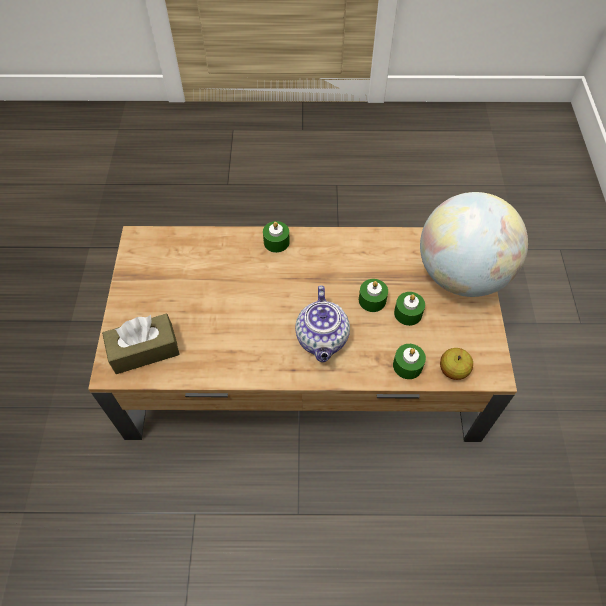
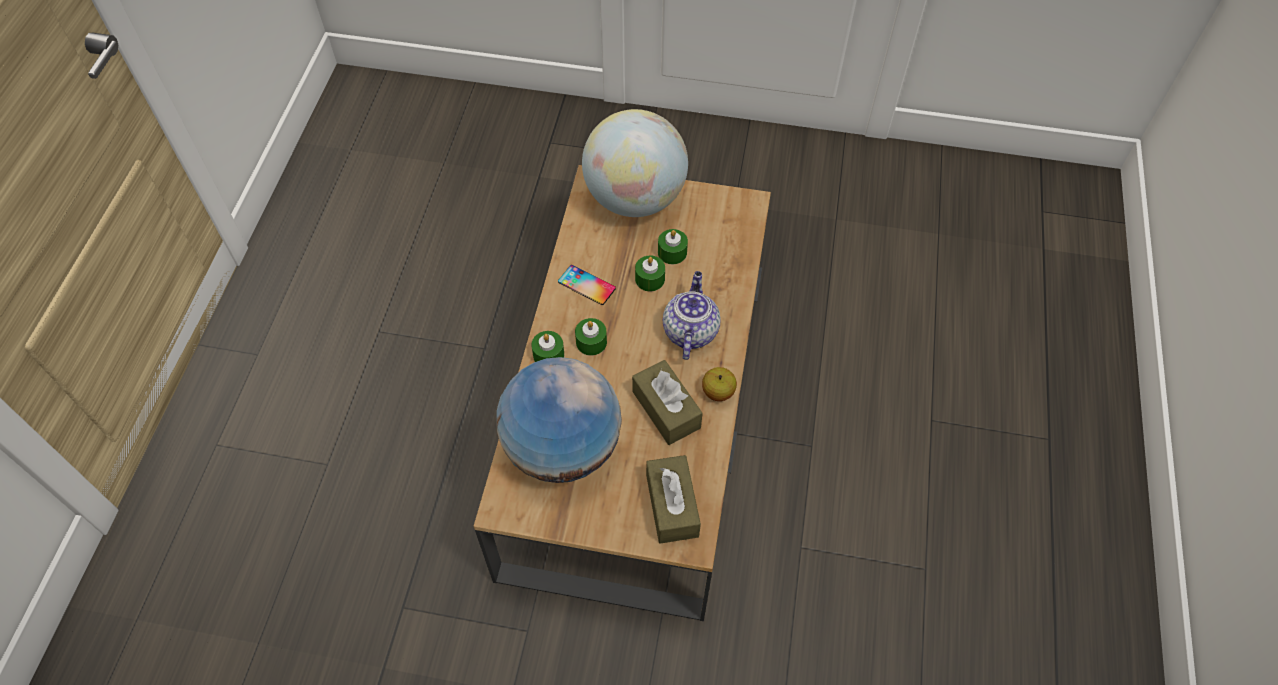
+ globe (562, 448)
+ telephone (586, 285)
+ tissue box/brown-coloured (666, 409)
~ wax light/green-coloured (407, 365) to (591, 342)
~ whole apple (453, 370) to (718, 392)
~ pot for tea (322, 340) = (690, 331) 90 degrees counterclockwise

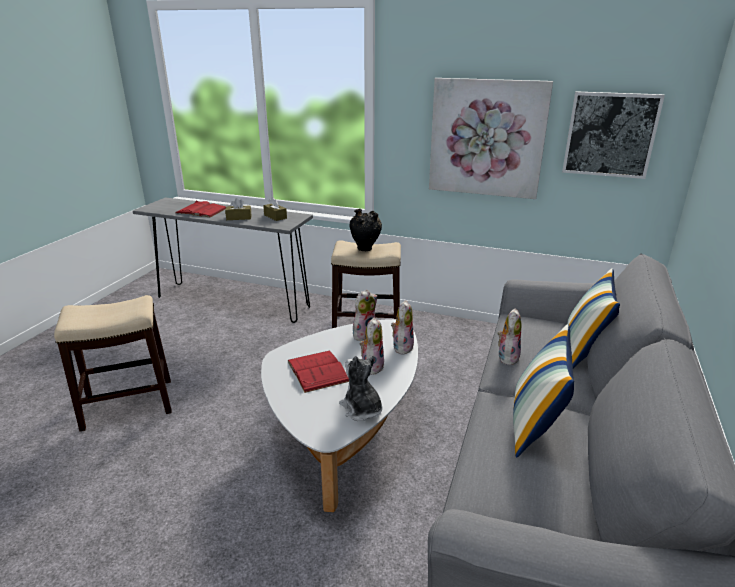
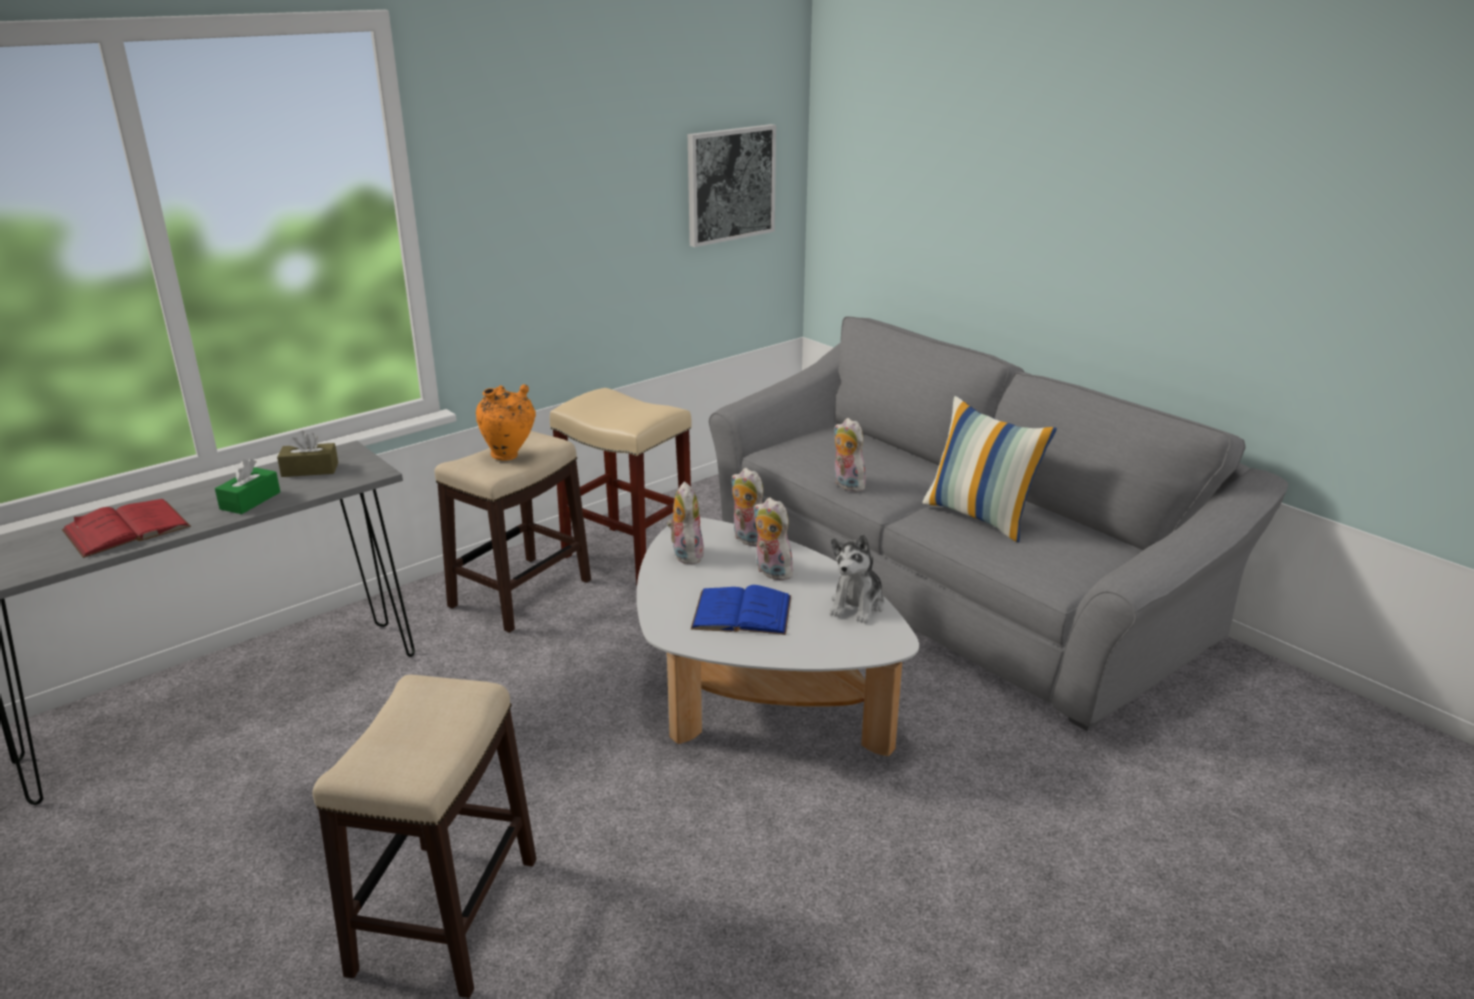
- wall picture (486, 138)
- pillow (584, 351)
+ stool/beige-coloured (629, 556)
~ tissue box/brown-coloured (239, 217) to tissue box/green-coloured (250, 500)
~ book/reddish (317, 371) to book/blue (742, 612)
~ vase/black-coloured (365, 249) to vase/orange-coloured (509, 456)
~ cuddly toy (362, 409) = (857, 605) 60 degrees counterclockwise

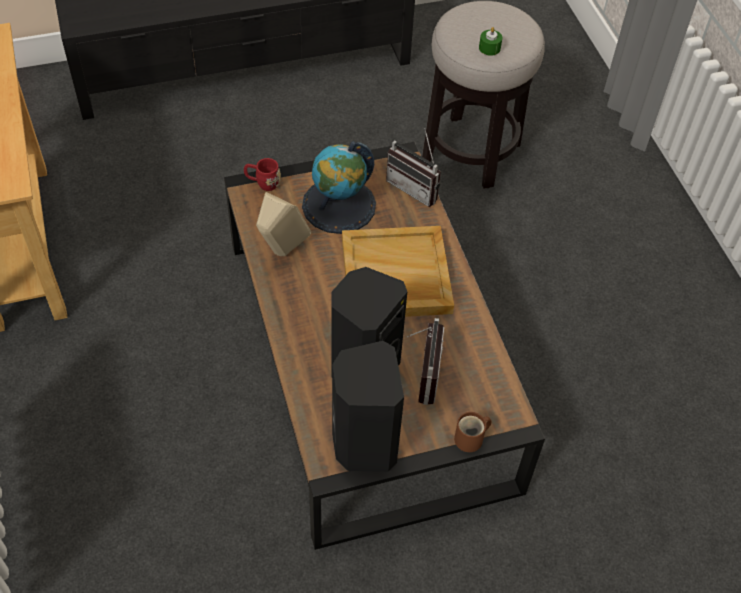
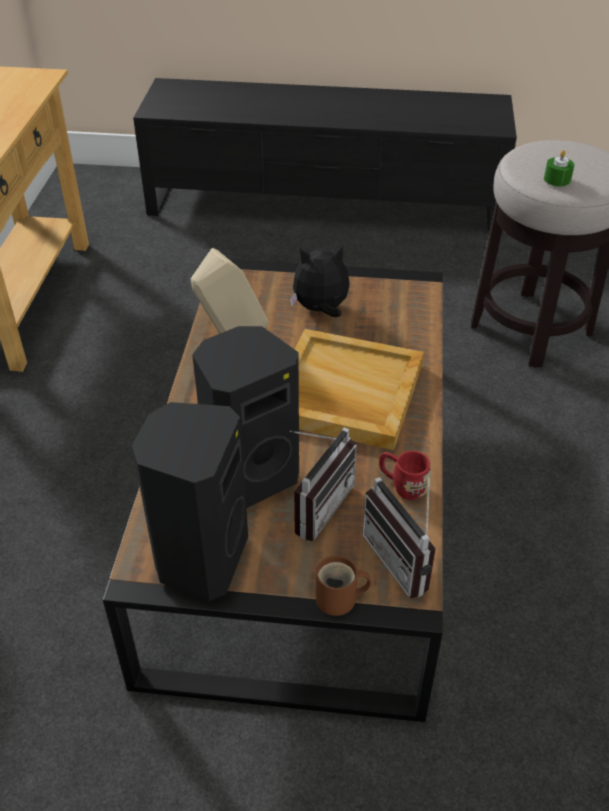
~ mug/reddish (263, 183) to (402, 486)
~ radio receiver (416, 187) to (405, 559)
~ globe (339, 205) to cuddly toy (321, 310)

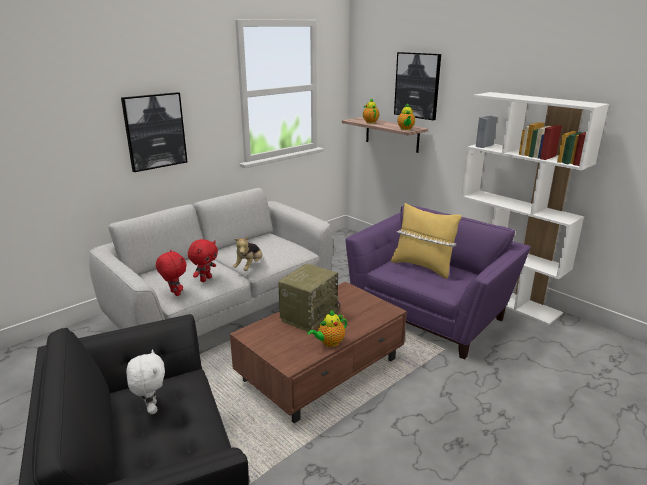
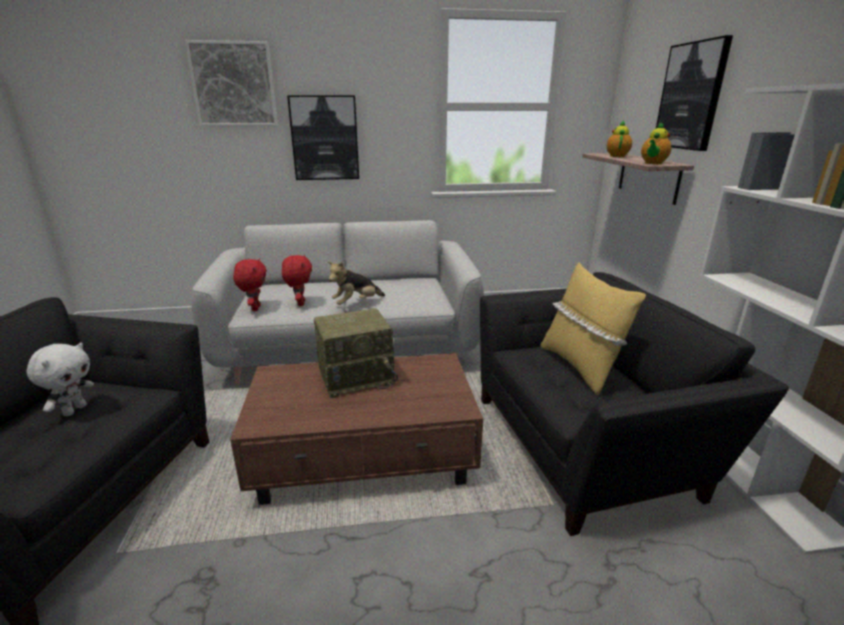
- pot for tea (329, 343)
+ wall picture (234, 85)
~ armchair/purplish (430, 313) to armchair/black-coloured (586, 443)
~ cuddly toy/reddish (205, 279) = (300, 303) 75 degrees counterclockwise

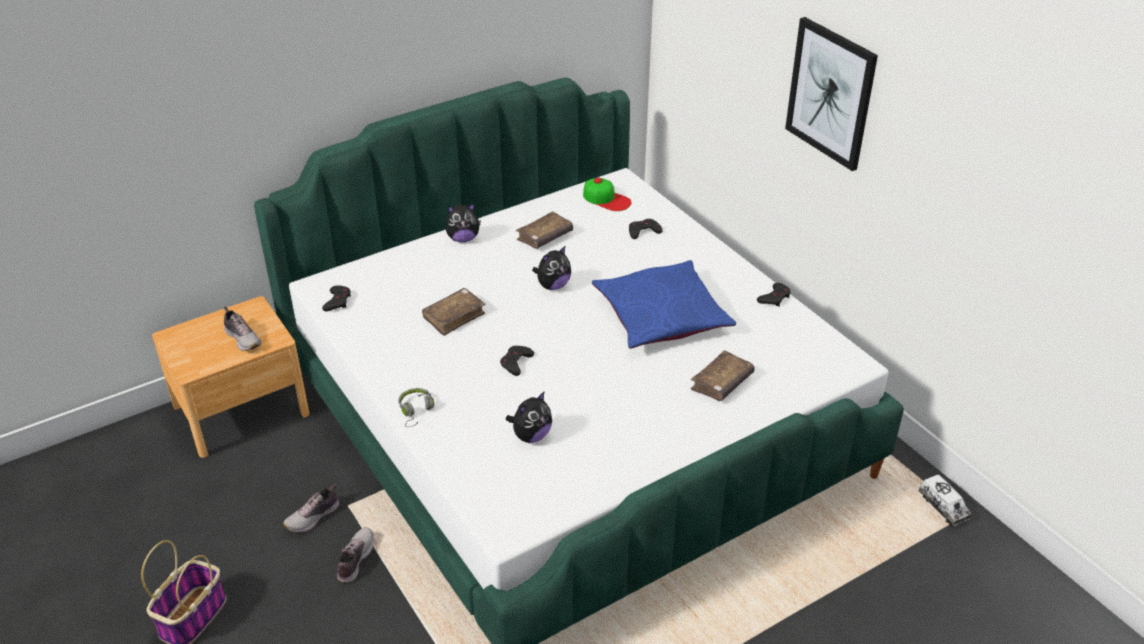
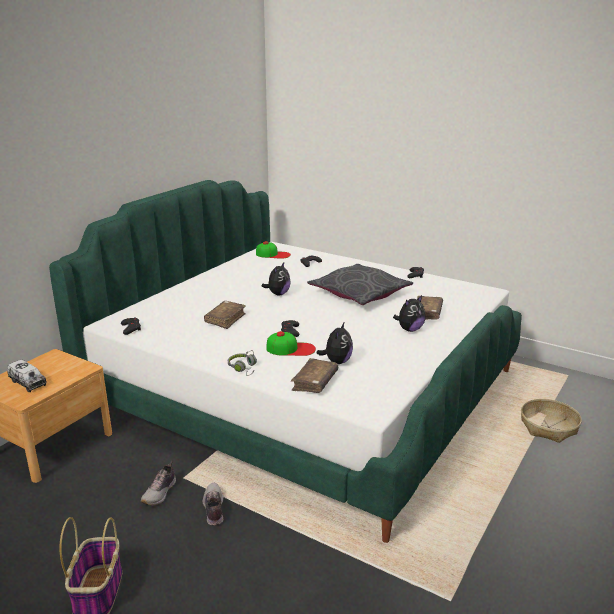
- shoe (243, 338)
- wall picture (831, 93)
+ peaked cap (291, 349)
+ basket (548, 427)
~ cuddly toy (463, 239) to (409, 329)
~ book/brown-coloured (545, 237) to (315, 382)
~ model truck (943, 507) to (27, 382)
~ pillow/blue (661, 316) to pillow/greyish (359, 293)

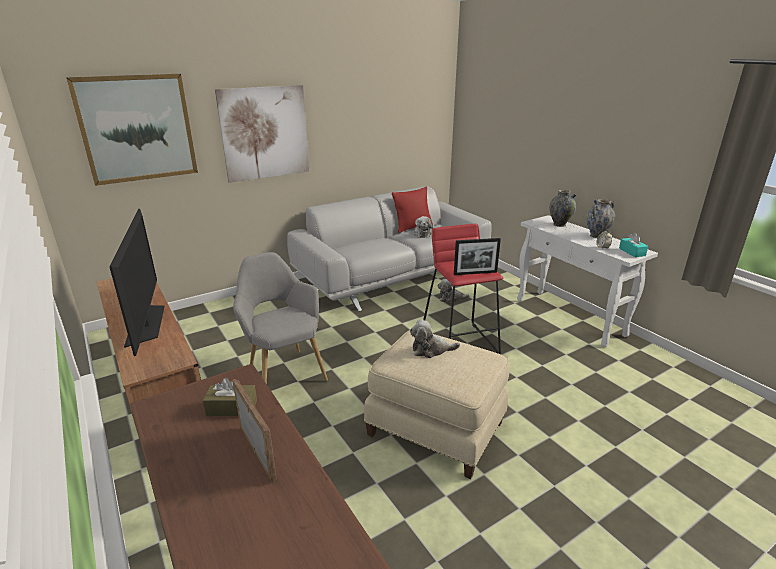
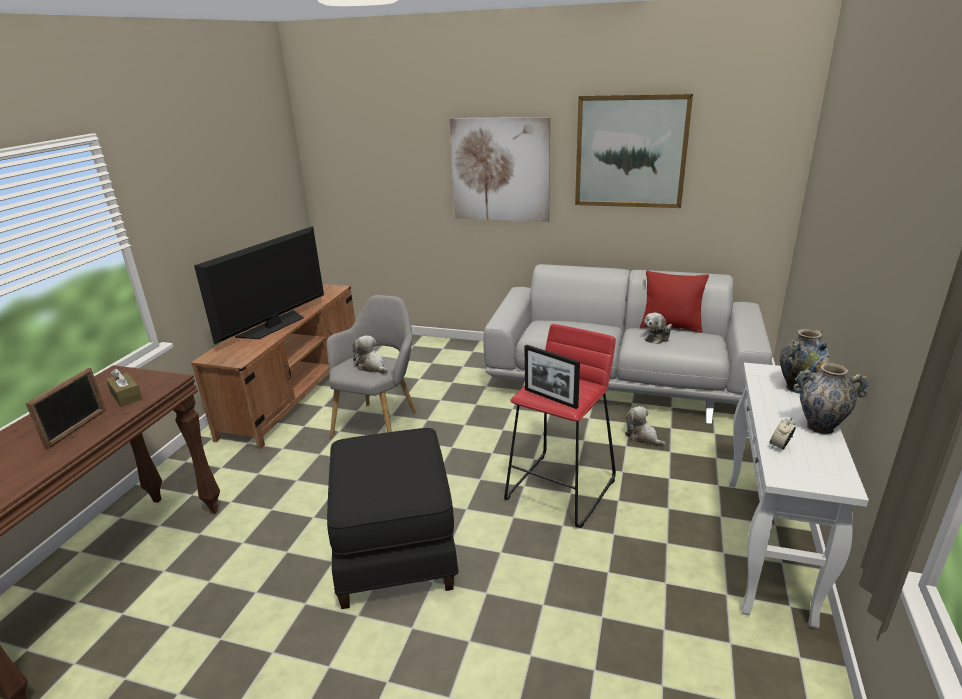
- tissue box/turquoise (632, 252)
~ wall picture (137, 128) to (630, 152)
~ cuddly toy (431, 350) to (372, 366)
~ pouffe/beige-coloured (436, 427) to pouffe/black-coloured (396, 547)

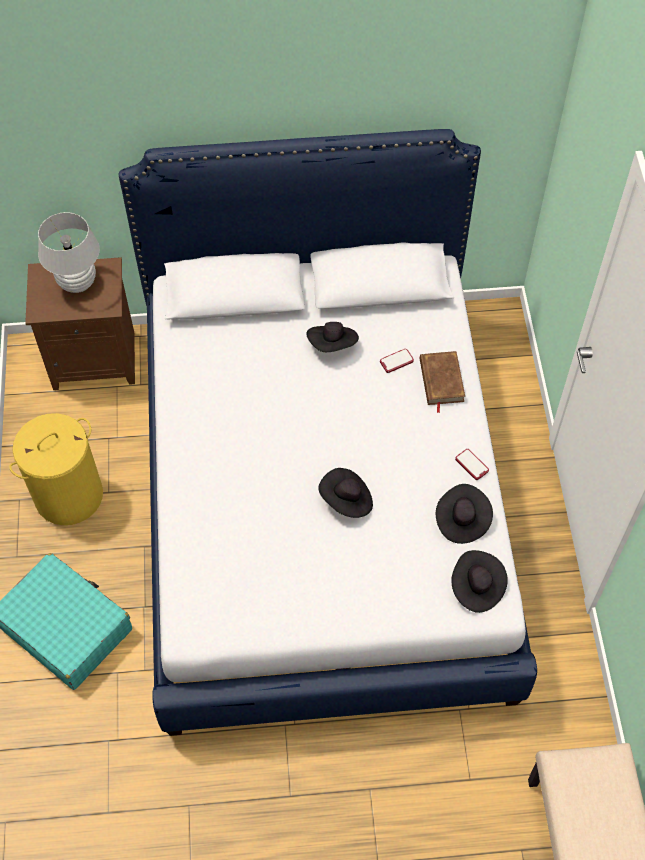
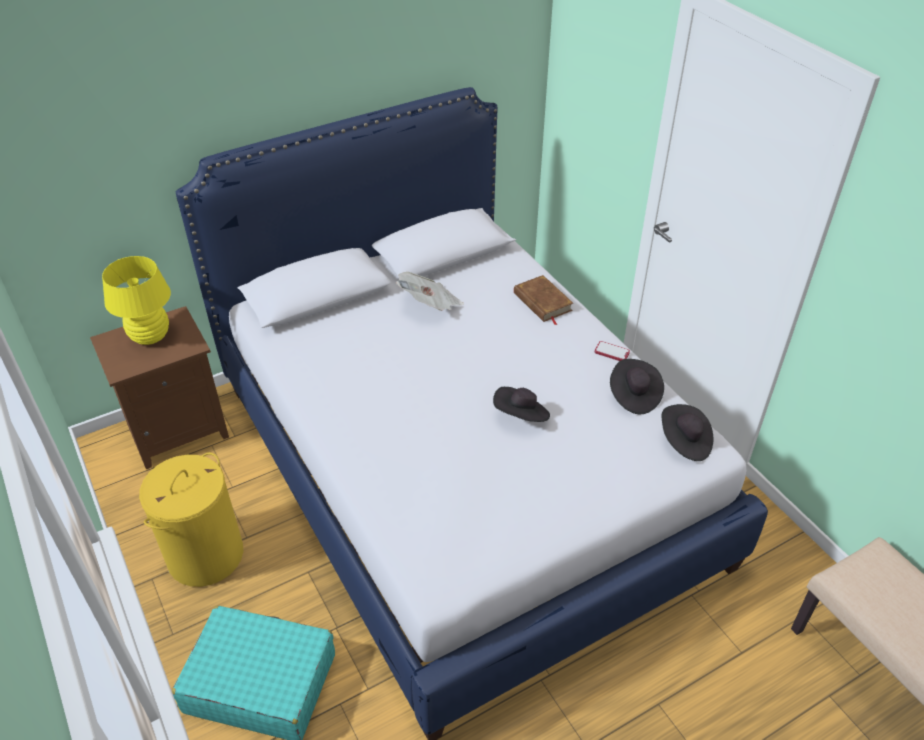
- telephone (396, 361)
~ hat/black-coloured (333, 345) to daily paper (430, 305)
~ lamp for a table/white (77, 283) to lamp for a table/yellow (150, 337)

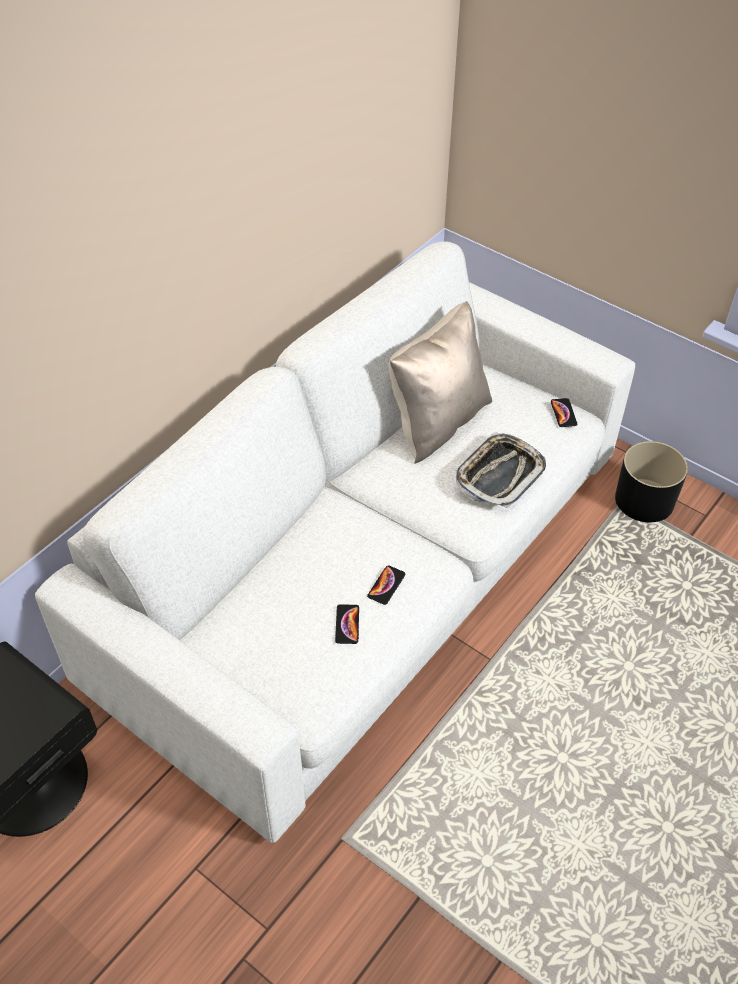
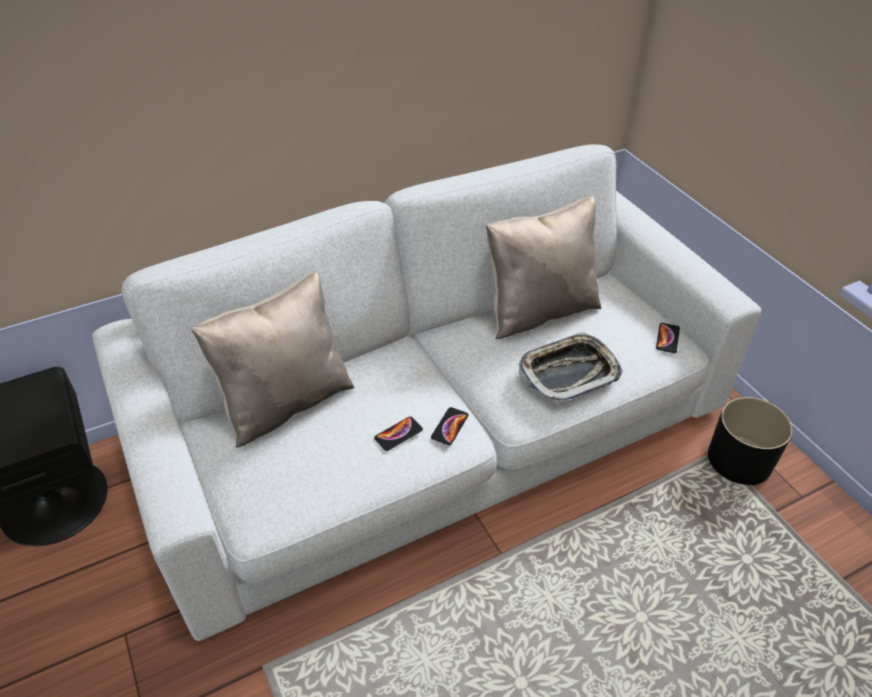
+ pillow/beige-coloured (285, 402)
~ telephone (347, 624) to (450, 426)

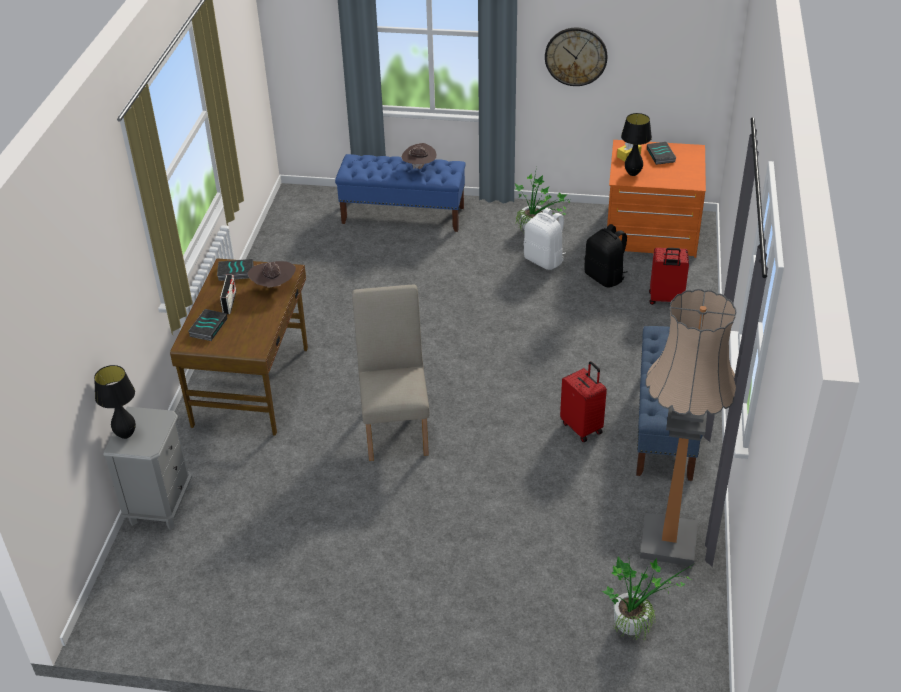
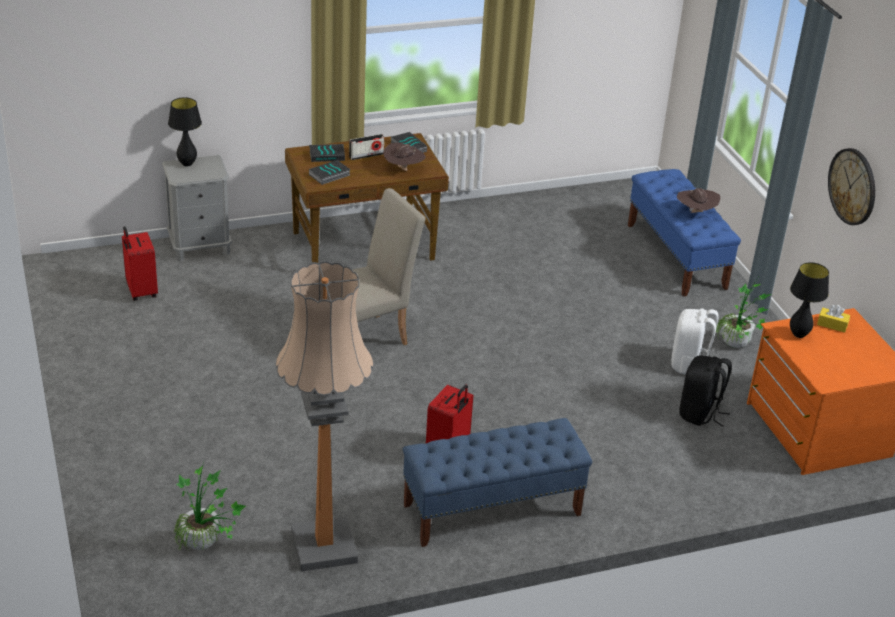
~ book (661, 155) to (329, 175)
~ suitcase/reddish (665, 299) to (140, 291)

